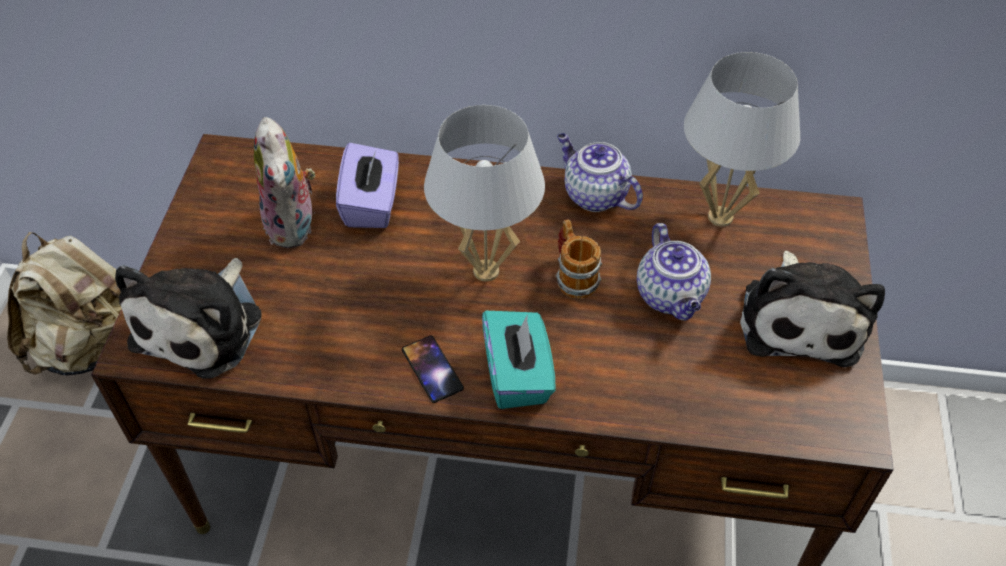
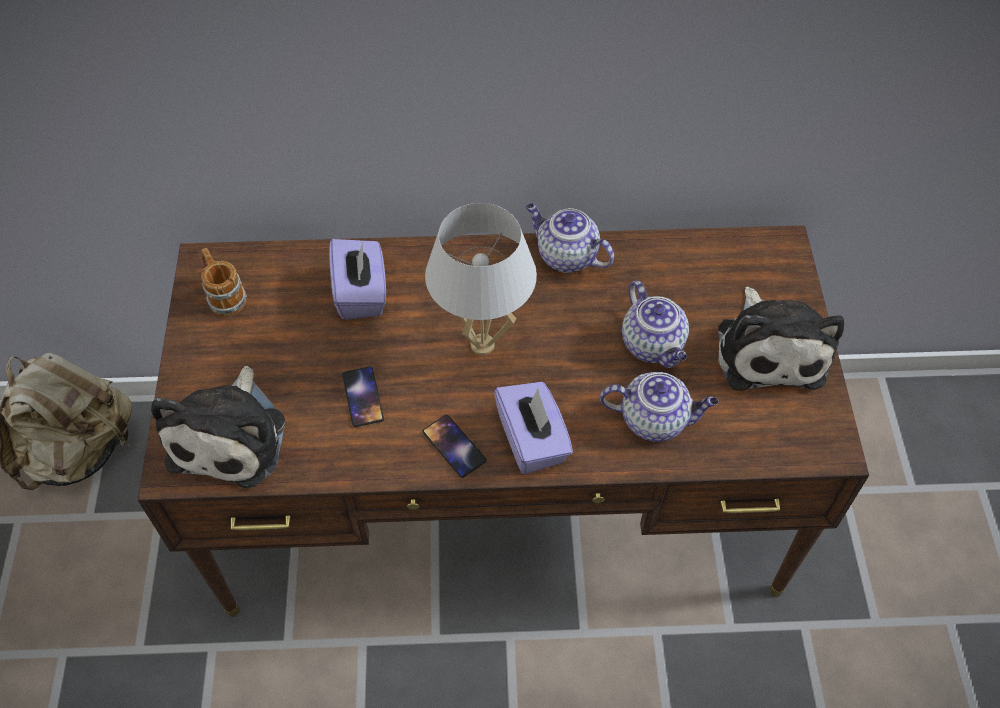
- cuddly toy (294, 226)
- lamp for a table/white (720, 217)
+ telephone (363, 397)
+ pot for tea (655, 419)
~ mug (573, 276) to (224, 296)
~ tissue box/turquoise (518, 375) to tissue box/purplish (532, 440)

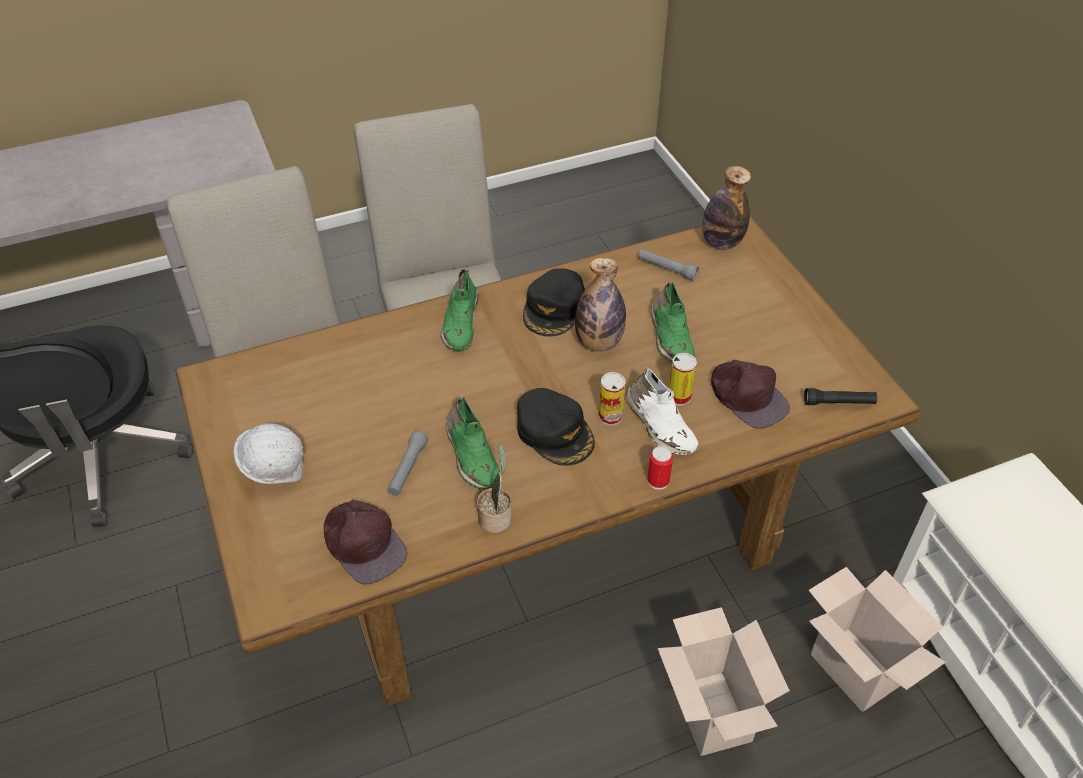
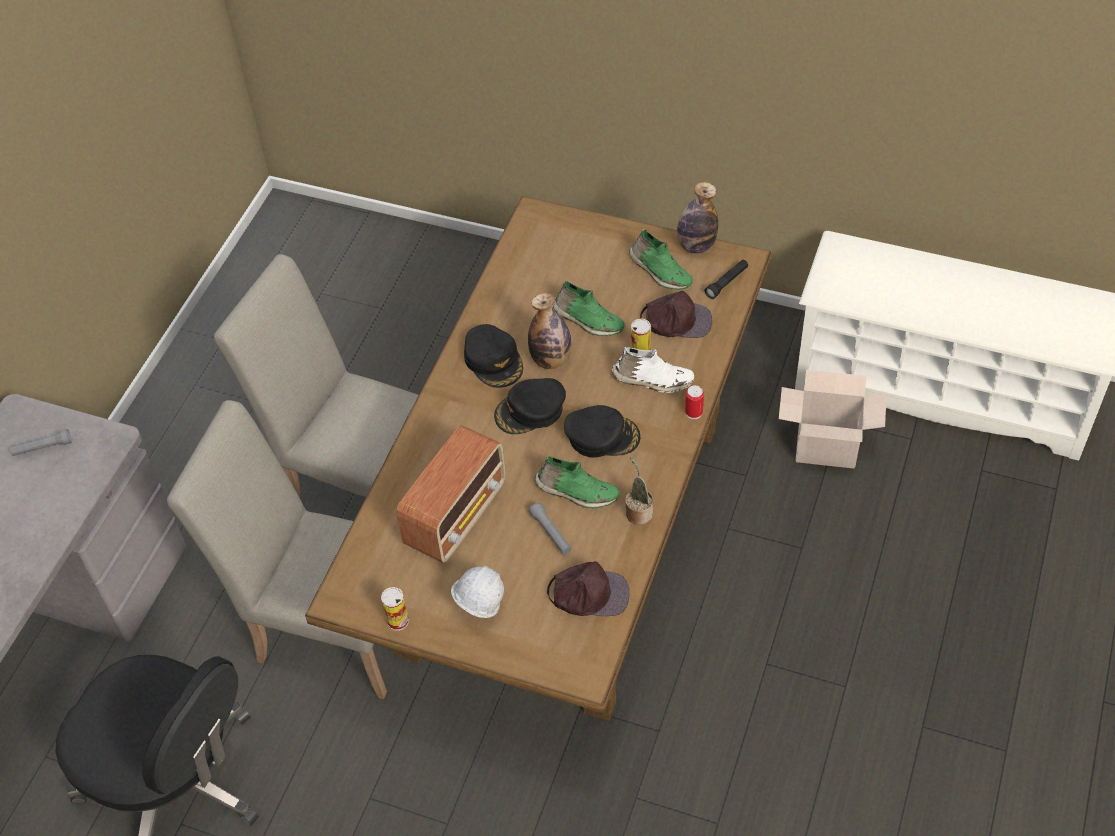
- carton (708, 712)
+ radio receiver (457, 515)
+ peaked cap/black-coloured (530, 411)
~ shoe/green-coloured (460, 323) to (659, 272)
~ can (610, 416) to (398, 621)
~ hand torch/greyish (667, 269) to (42, 447)
~ bottle (721, 242) to (696, 246)

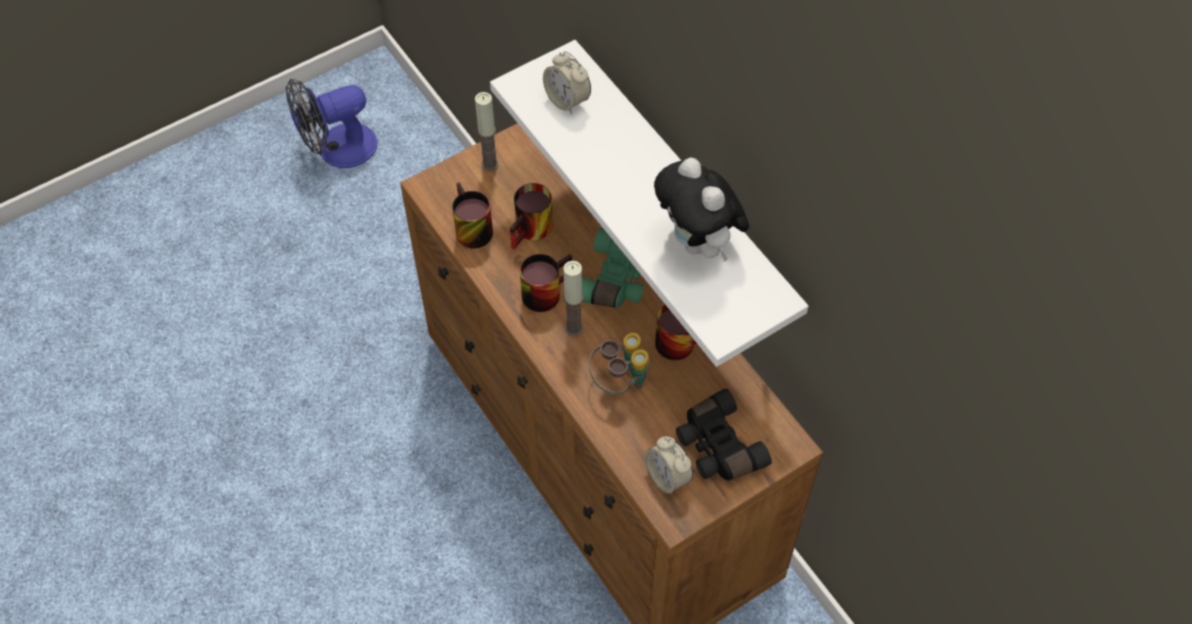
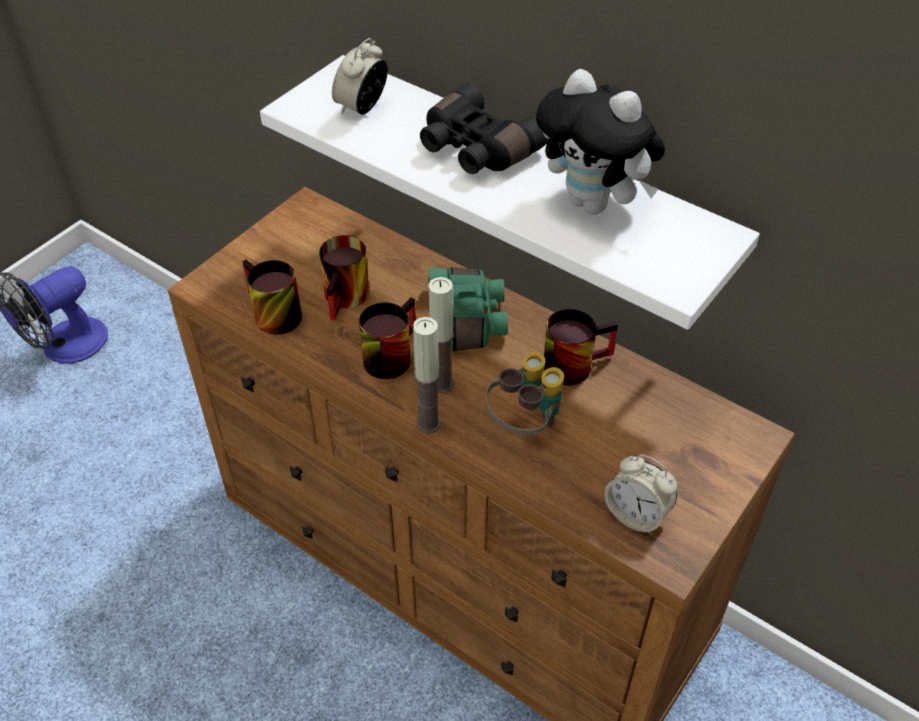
~ wax light (490, 164) to (428, 423)
~ field glasses/black-coloured (717, 447) to (475, 149)
~ bedside clock (567, 100) = (362, 107) 90 degrees clockwise

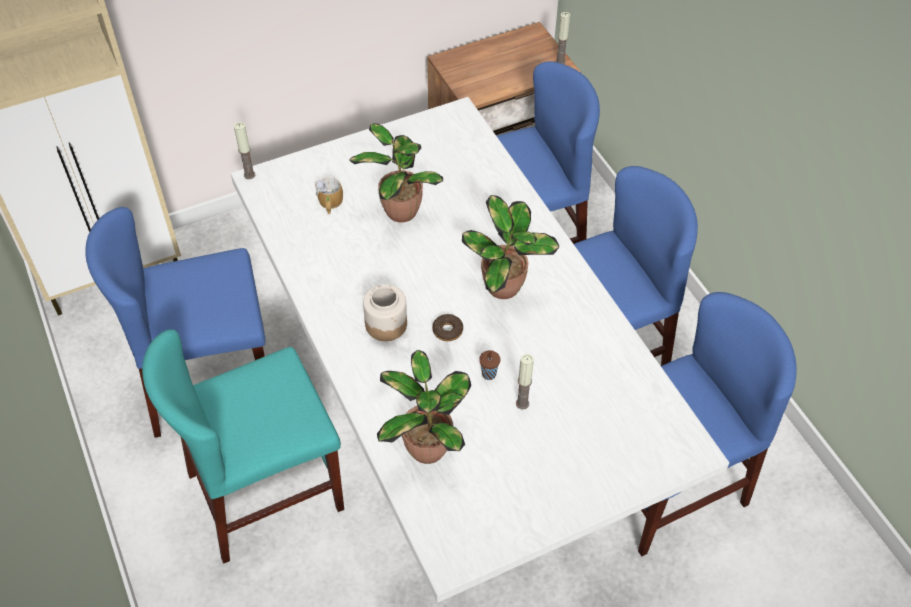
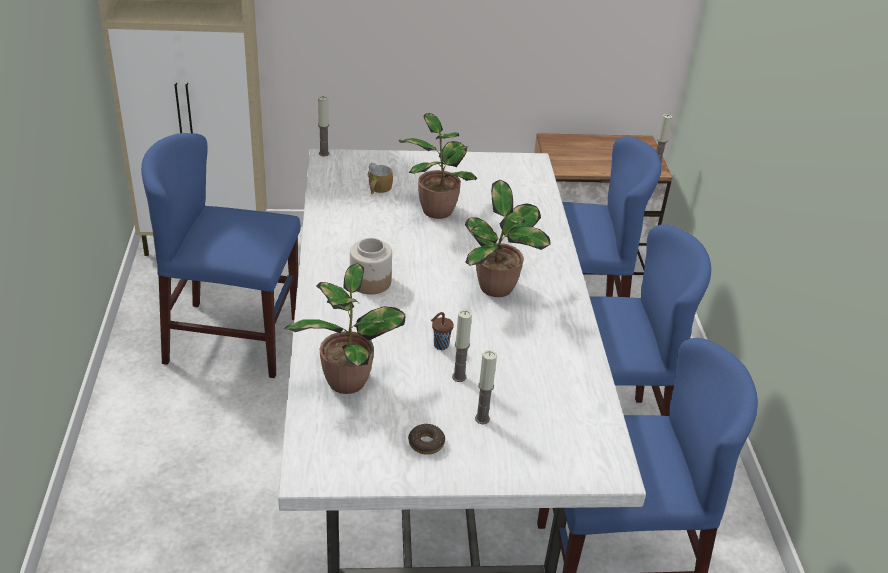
- plain chair/turquoise (266, 491)
+ wax light (482, 419)
~ doughnut (447, 330) to (426, 443)

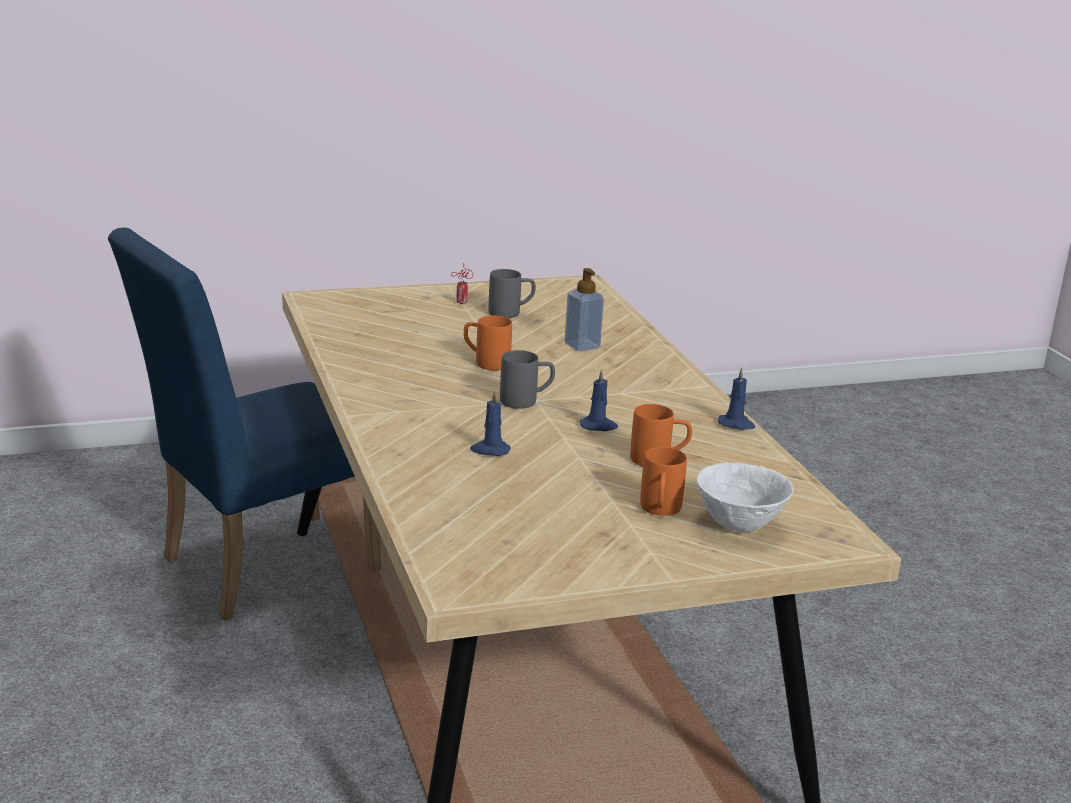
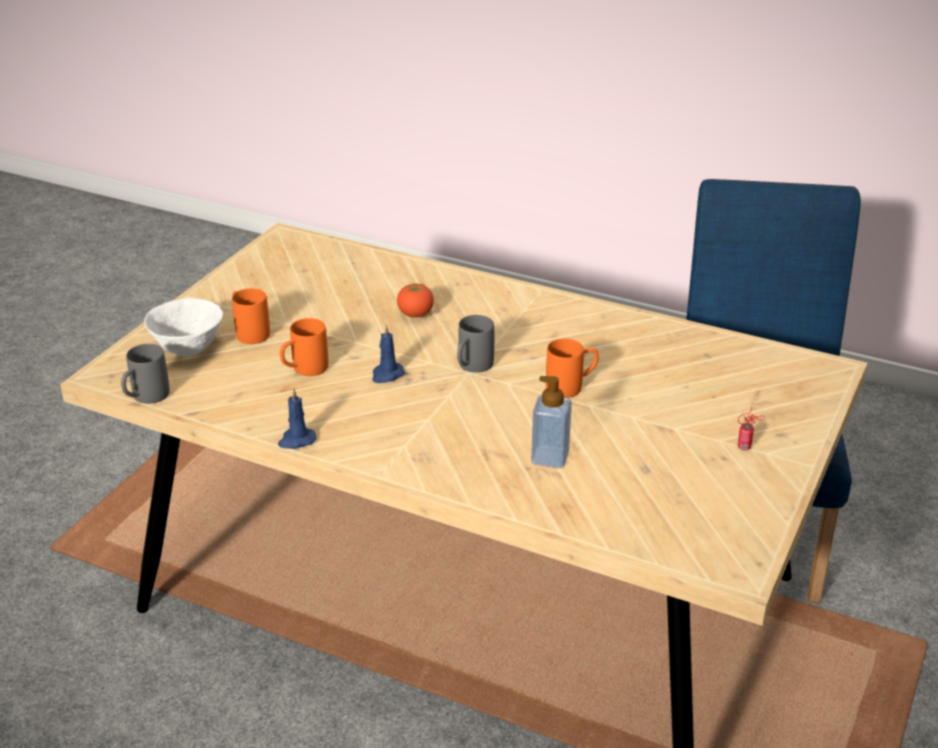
~ mug/greyish (511, 313) to (145, 398)
~ wax light/blue (490, 450) to whole tomato (415, 314)

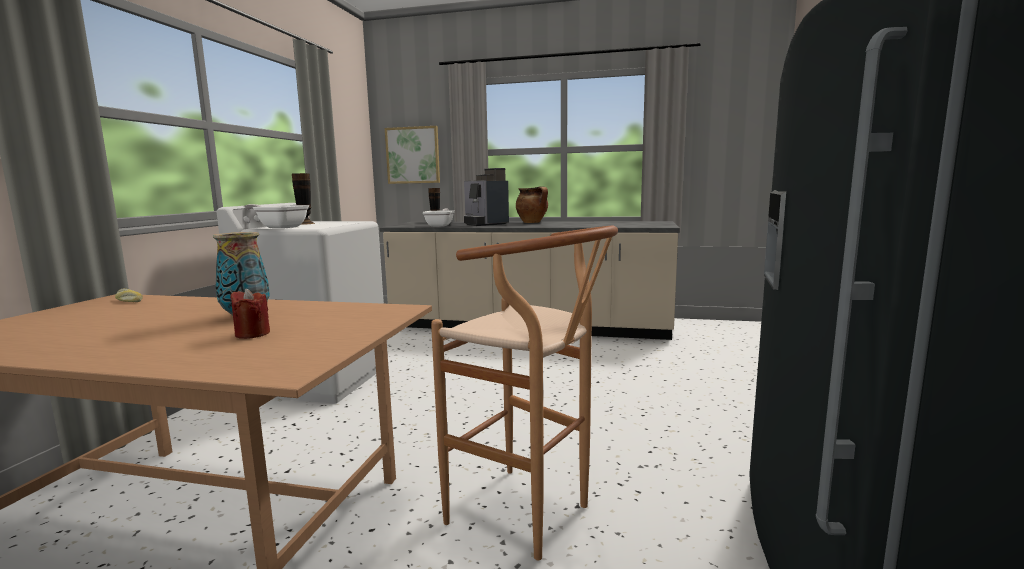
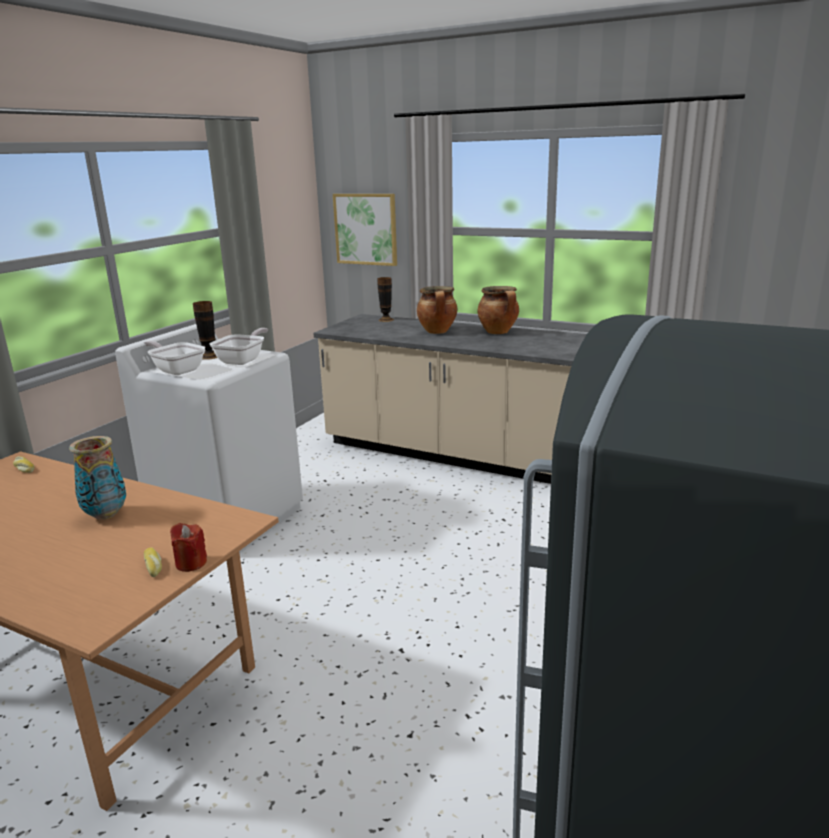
- stool/brown-coloured (531, 517)
+ baked bread (154, 566)
~ wax light/reddish (252, 334) to (191, 563)
~ skillet (440, 225) to (243, 360)
~ coffee brewer (484, 224) to saucepot (438, 332)

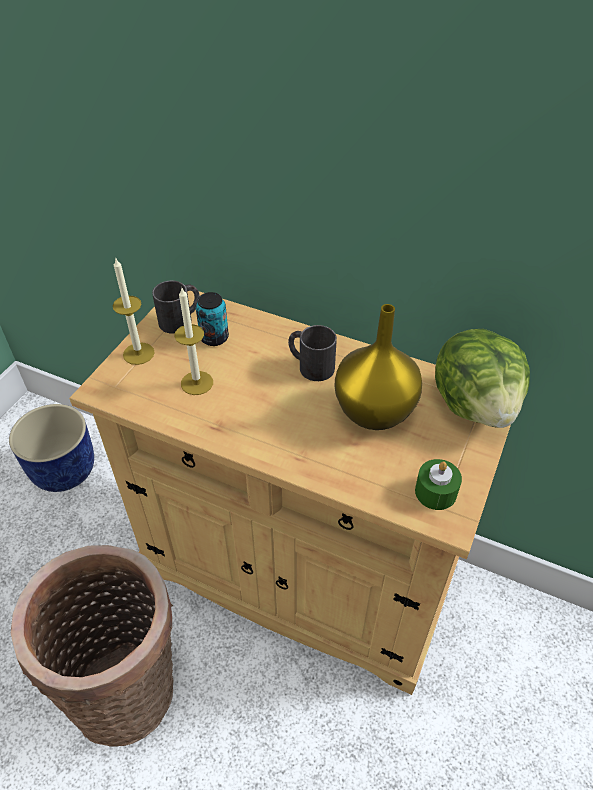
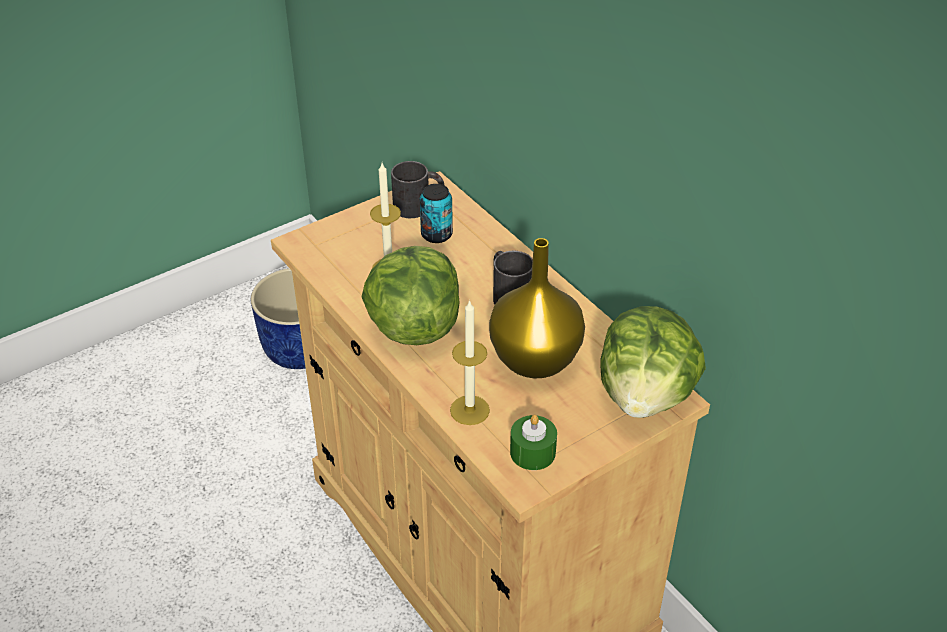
- basket (129, 687)
+ lettuce head (413, 326)
~ wax light (138, 353) to (469, 410)

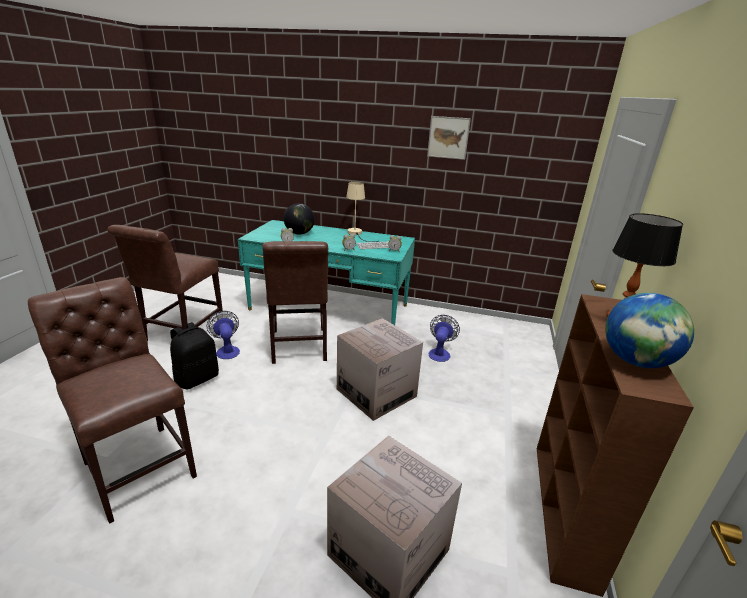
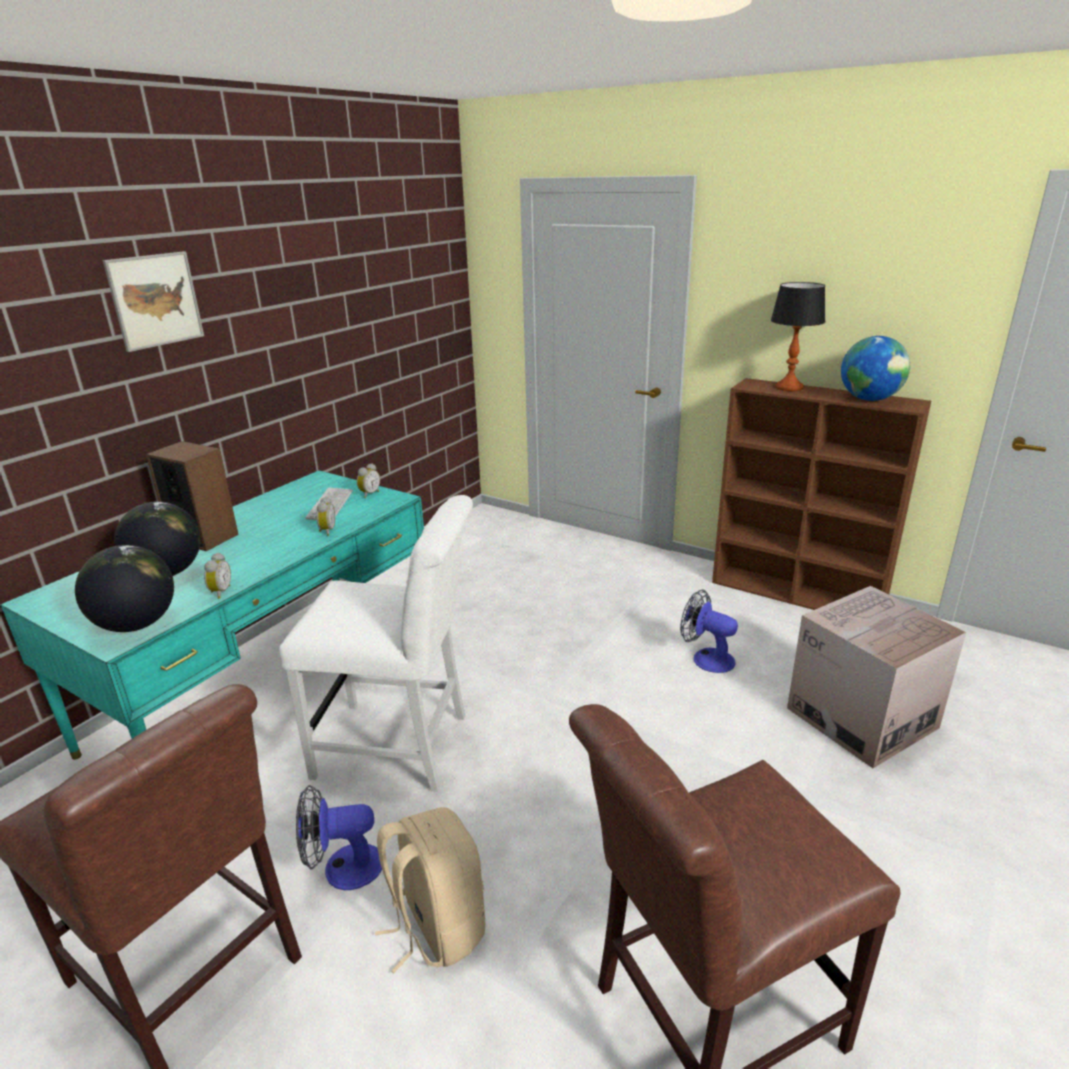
- carton (376, 392)
- lamp for a table/beige-coloured (356, 234)
+ globe (137, 625)
+ audio speaker (204, 537)
~ wall picture (448, 137) to (155, 300)
~ cooling fan (440, 353) to (706, 658)
~ knapsack/black-coloured (197, 378) to knapsack/beige-coloured (436, 927)
~ plain chair/brown-coloured (298, 347) to plain chair/white (400, 747)

